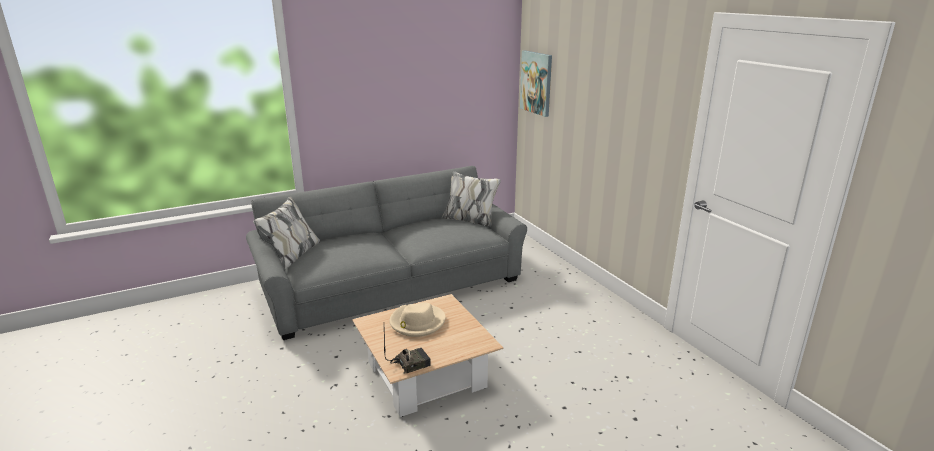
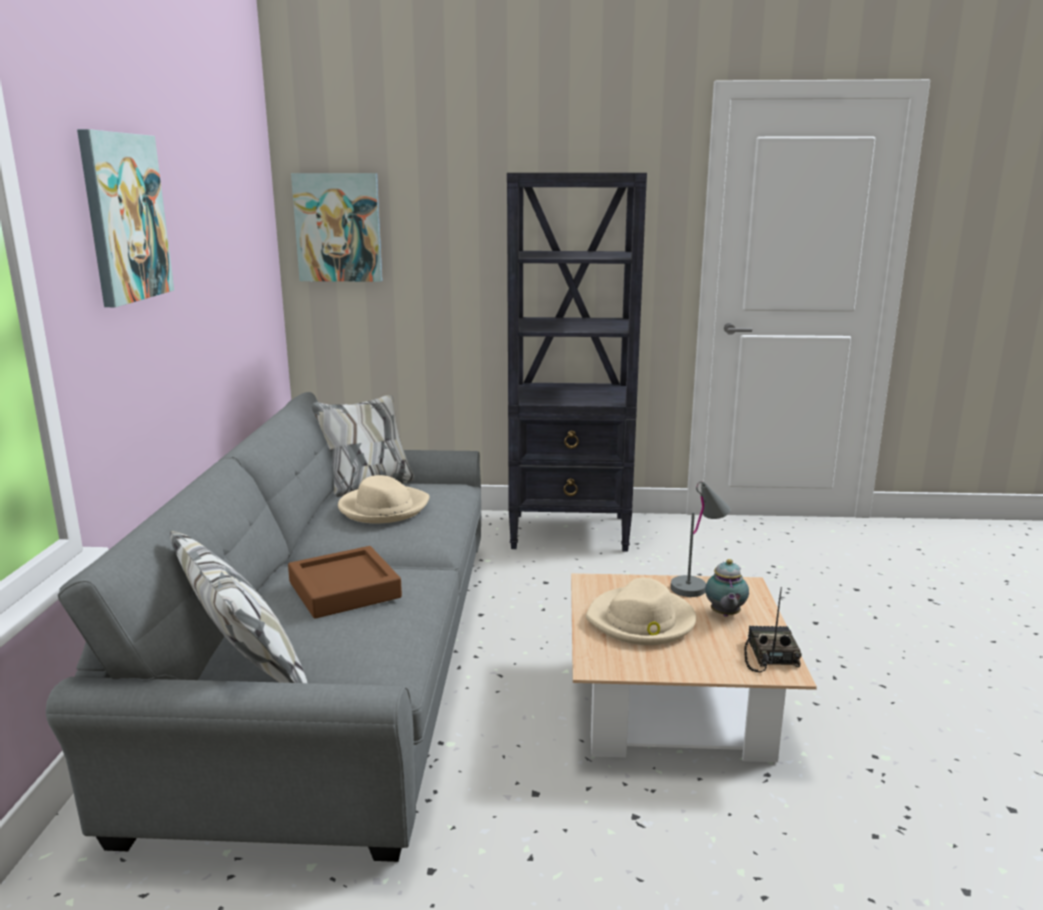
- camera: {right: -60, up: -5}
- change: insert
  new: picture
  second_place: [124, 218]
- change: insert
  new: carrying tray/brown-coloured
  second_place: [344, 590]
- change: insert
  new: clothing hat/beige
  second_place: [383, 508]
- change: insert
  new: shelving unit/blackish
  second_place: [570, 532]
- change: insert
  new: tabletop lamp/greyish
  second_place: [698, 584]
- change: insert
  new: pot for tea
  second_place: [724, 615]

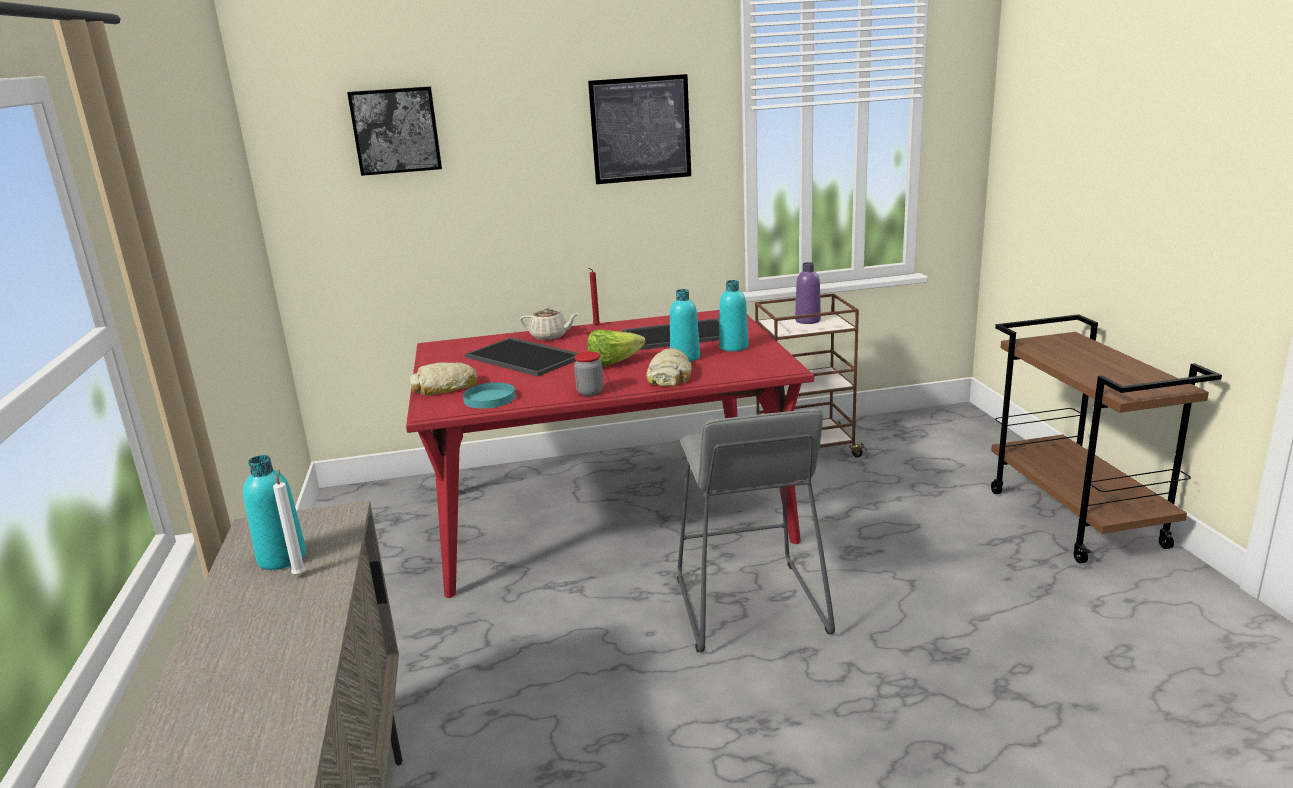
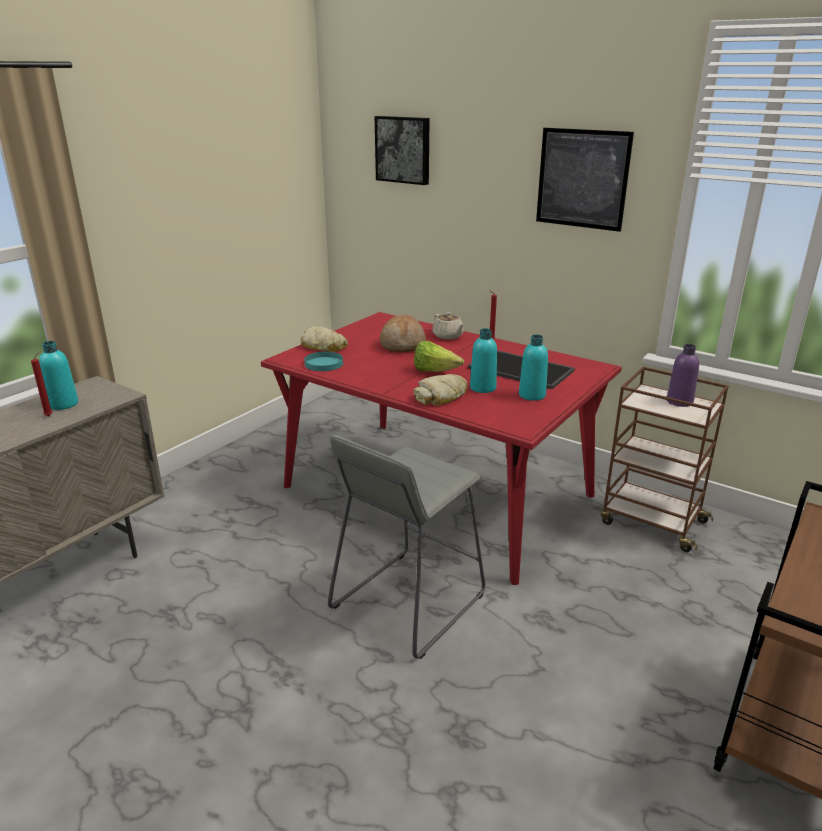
- camera: {right: 45, up: 5}
- change: delete
  old: jar
  first_place: [590, 392]
- change: replace
  old: carrying tray
  new: bakery bread
  first_place: [525, 357]
  second_place: [402, 345]
- change: recolor
  old: candle/white-coloured
  new: candle/reddish
  first_place: [300, 574]
  second_place: [50, 416]

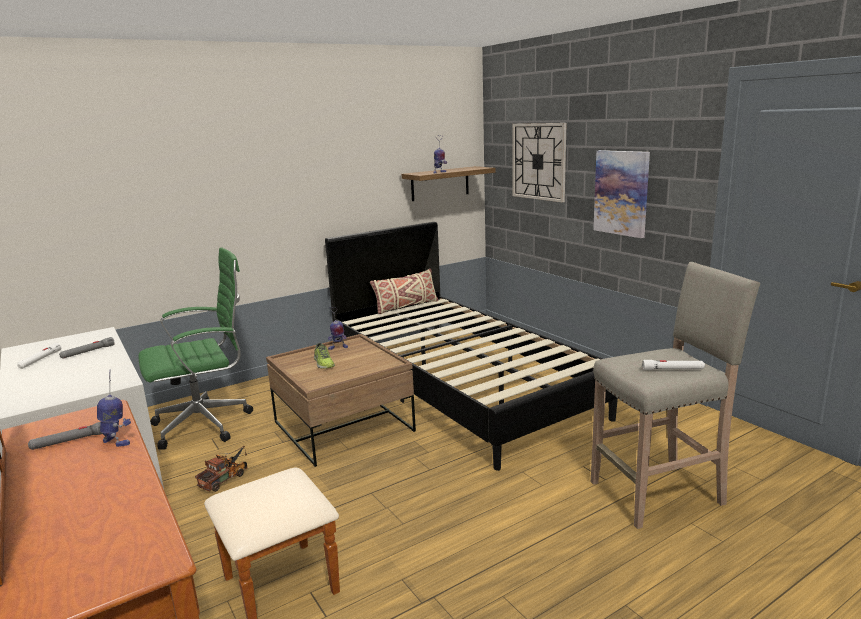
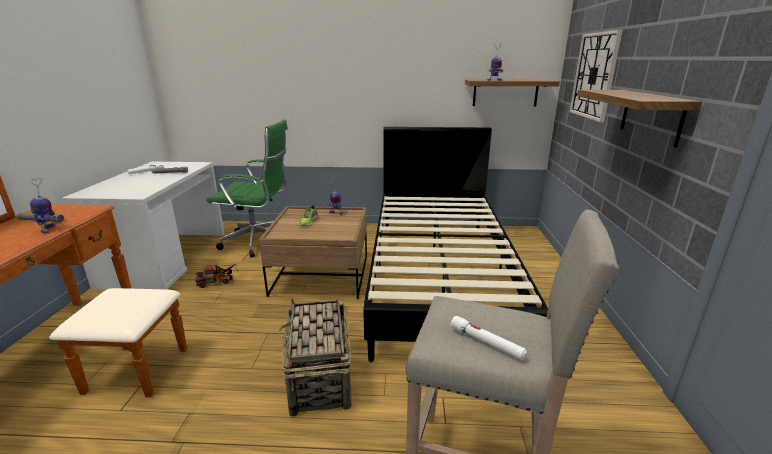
- camera: {right: 35, up: 5}
- change: delete
  old: pillow/beige
  first_place: [406, 306]
- change: insert
  new: basket
  second_place: [319, 378]
- change: replace
  old: picture
  new: shelf
  first_place: [621, 193]
  second_place: [651, 116]

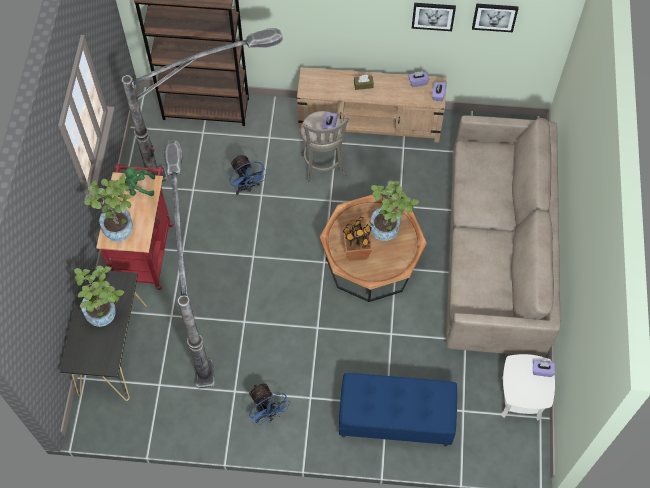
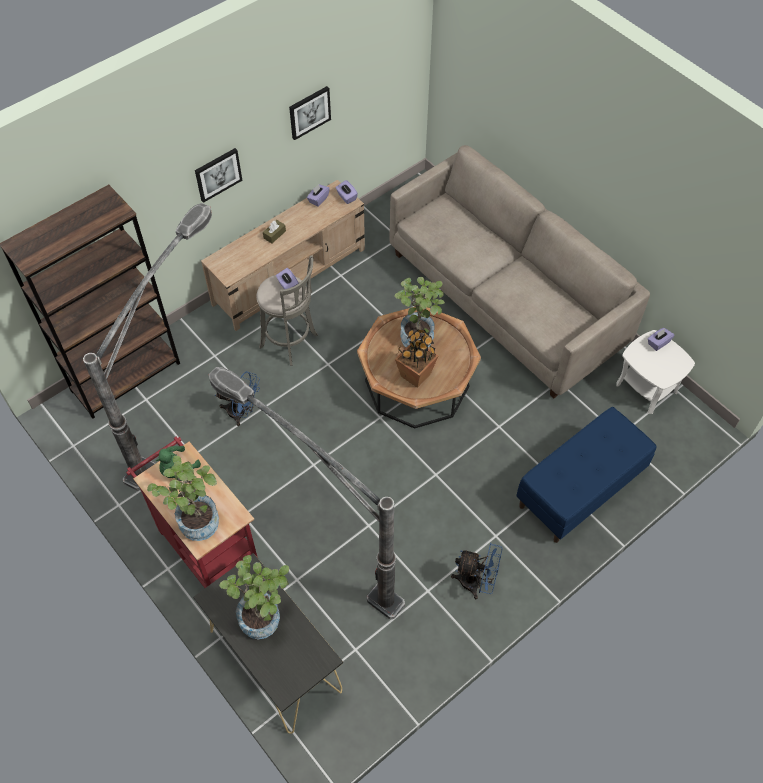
- camera: {right: -45, up: -5}
- change: move
  old: picture
  first_place: [494, 16]
  second_place: [218, 174]

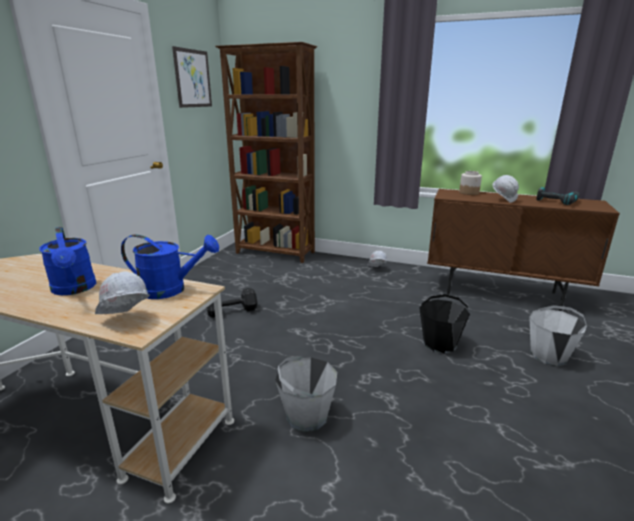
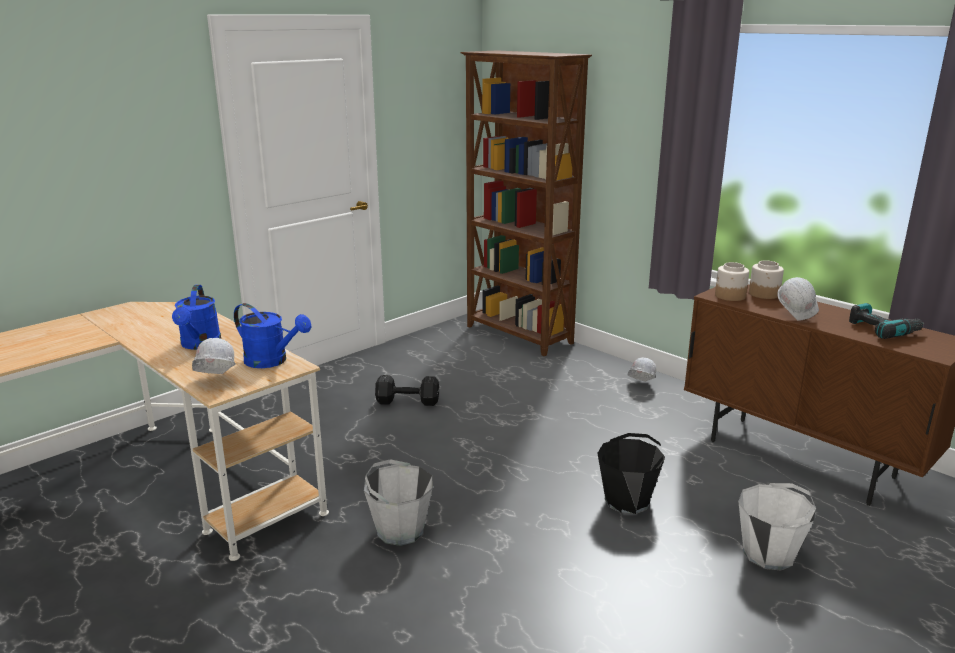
- camera: {right: 25, up: 0}
- change: delete
  old: picture
  first_place: [193, 78]
- change: insert
  new: jar
  second_place: [730, 296]

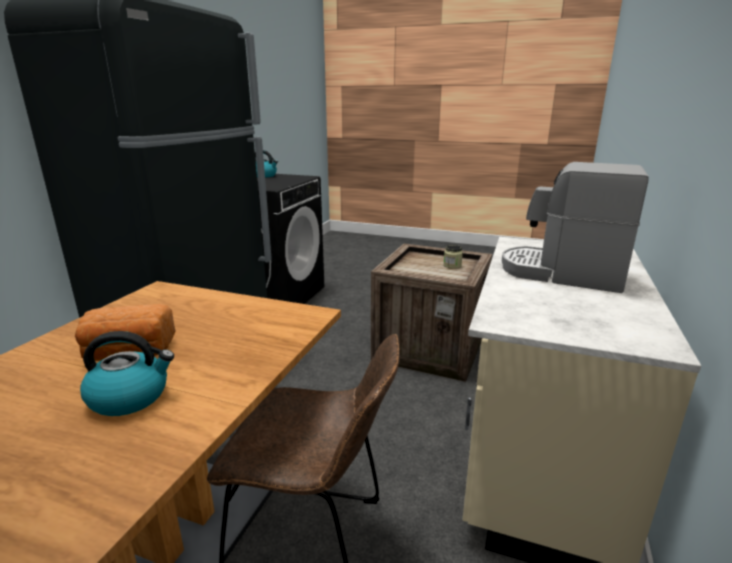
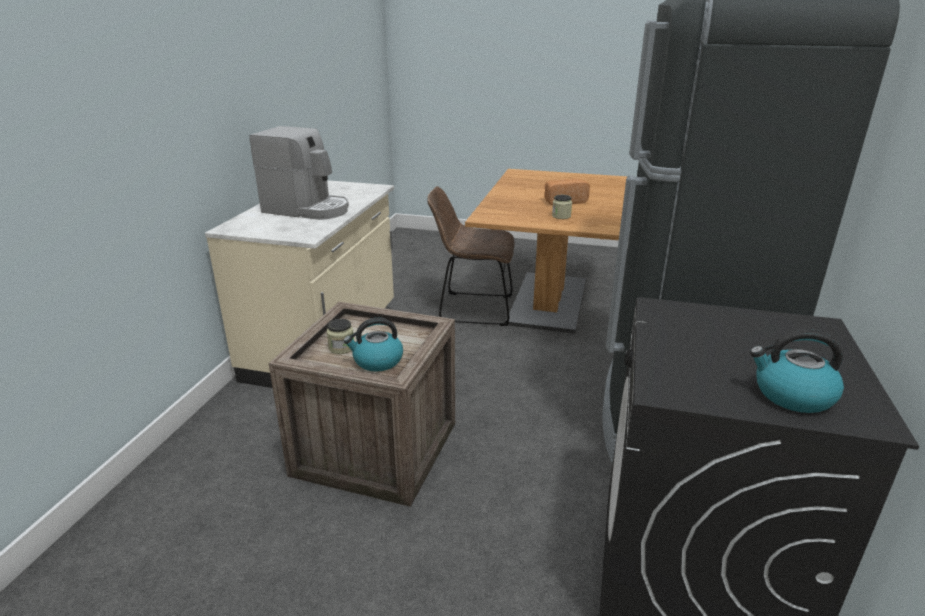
- camera: {right: 175, up: 5}
- change: insert
  new: jar
  second_place: [561, 216]
- change: move
  old: tea kettle
  first_place: [130, 397]
  second_place: [377, 361]

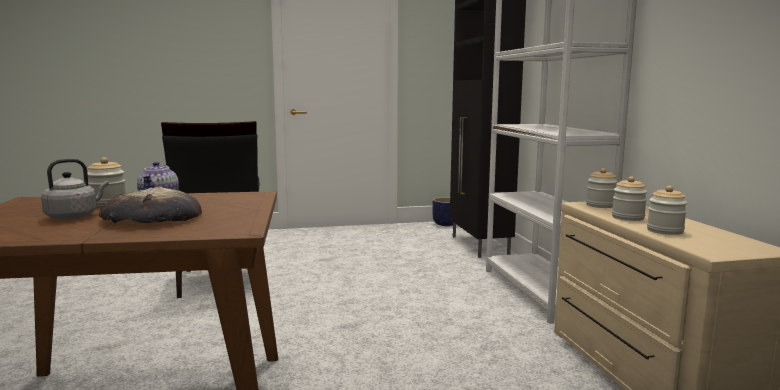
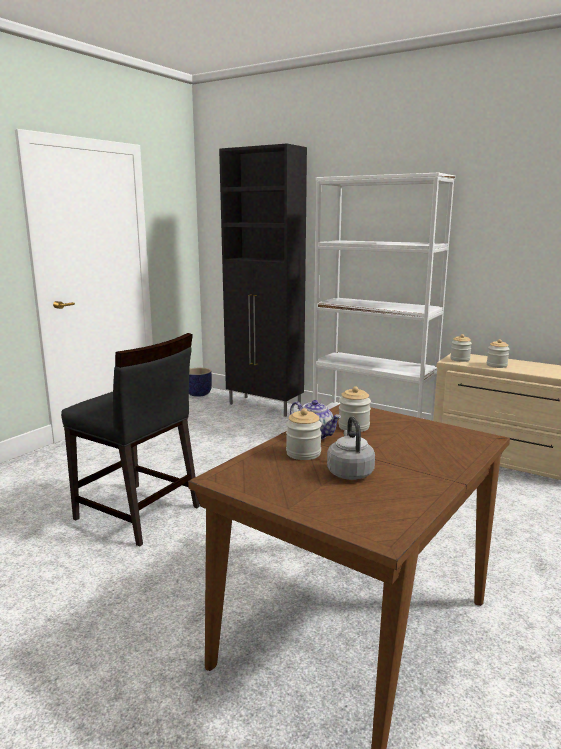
- camera: {right: -45, up: 5}
- change: delete
  old: bakery bread
  first_place: [152, 218]
- change: move
  old: jar
  first_place: [665, 231]
  second_place: [353, 427]

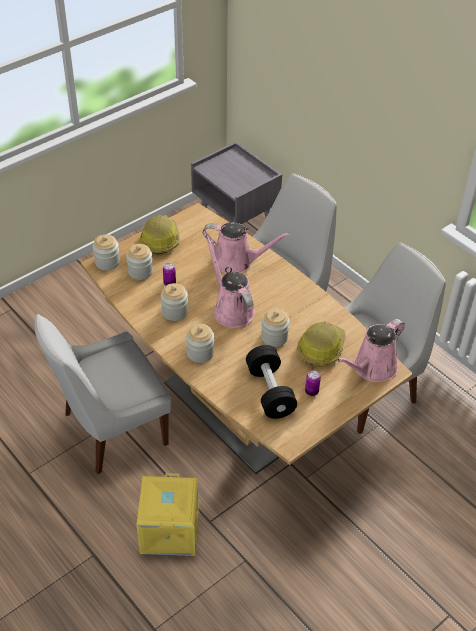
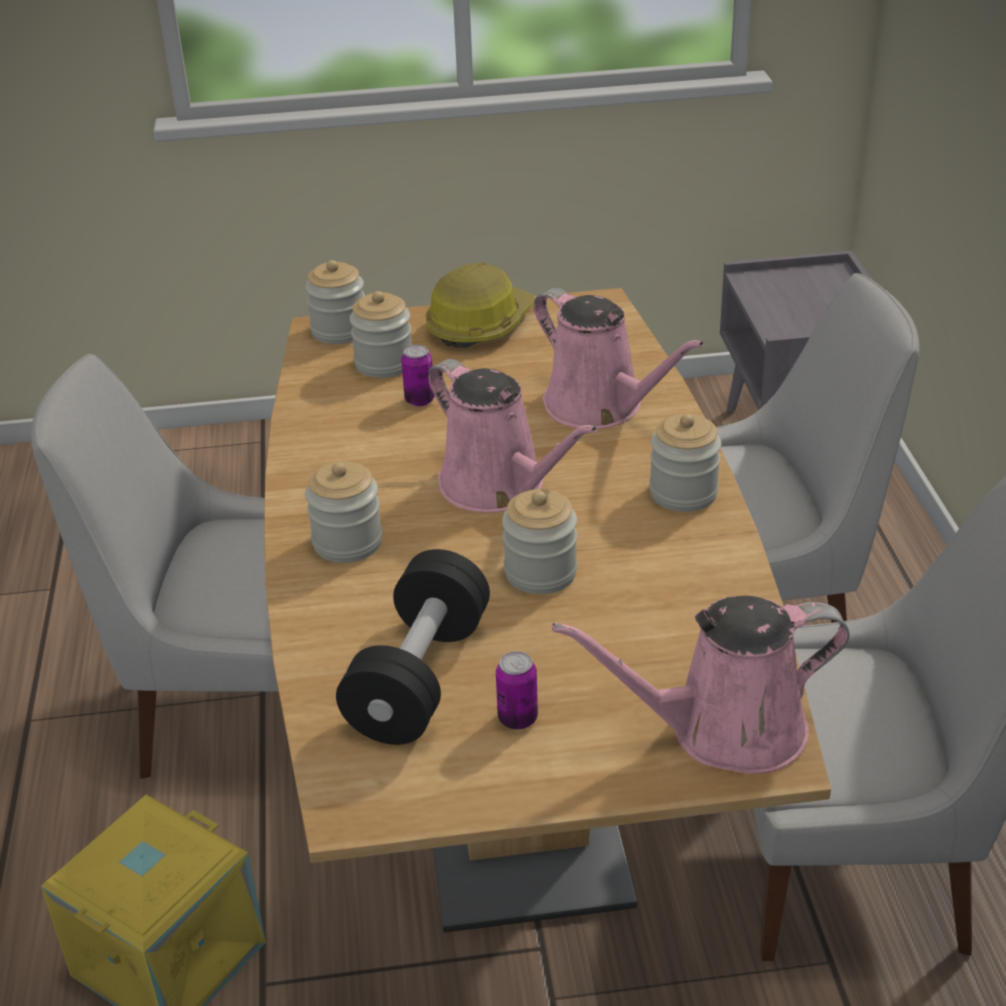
- camera: {right: 35, up: -10}
- change: delete
  old: safety helmet
  first_place: [321, 348]
- change: move
  old: jar
  first_place: [175, 312]
  second_place: [683, 493]
- change: rotate
  old: sprinkling can/pinkish
  first_place: [231, 309]
  second_place: [499, 486]
  degrees: 135

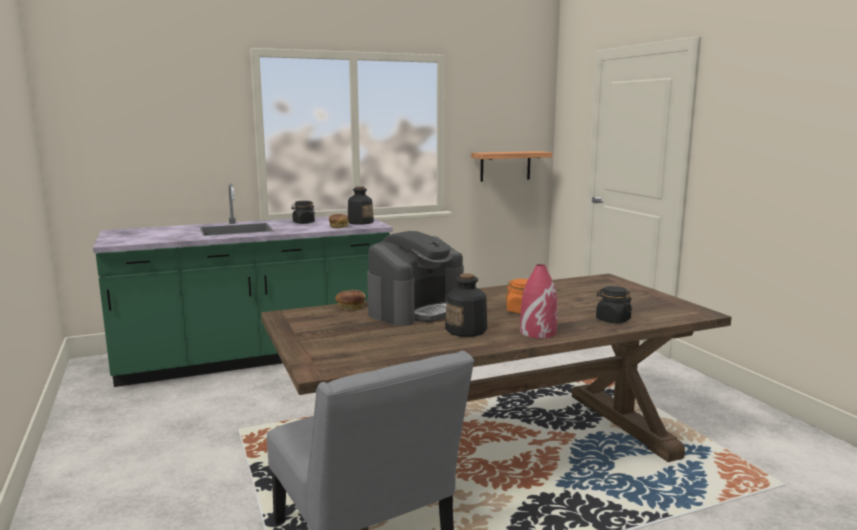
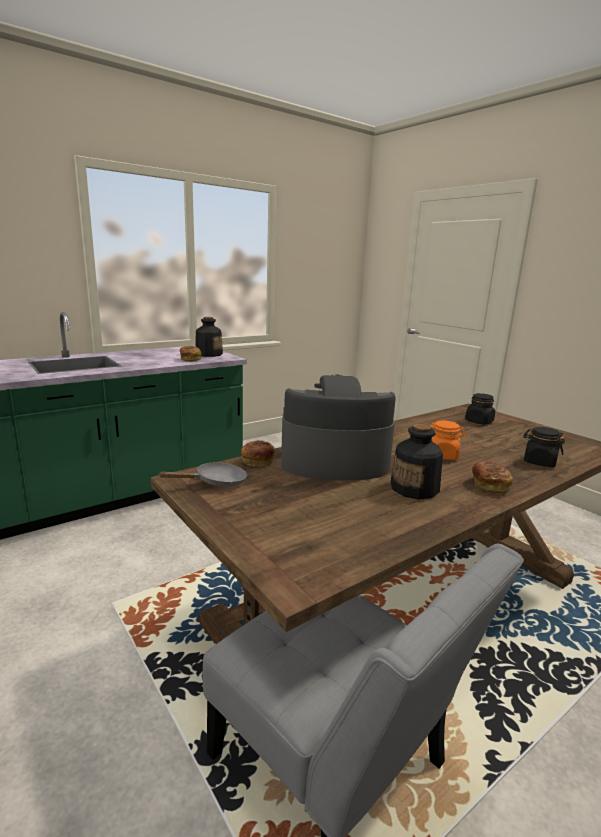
- camera: {right: -15, up: 5}
- change: delete
  old: shelf
  first_place: [505, 166]
- change: insert
  new: frying pan/greyish
  second_place: [216, 482]
- change: move
  old: jar/blackish
  first_place: [303, 222]
  second_place: [479, 421]
- change: replace
  old: vase/reddish
  new: bakery bread
  first_place: [537, 332]
  second_place: [489, 485]
- change: rotate
  old: coffee maker
  first_place: [416, 310]
  second_place: [333, 461]
  degrees: -120

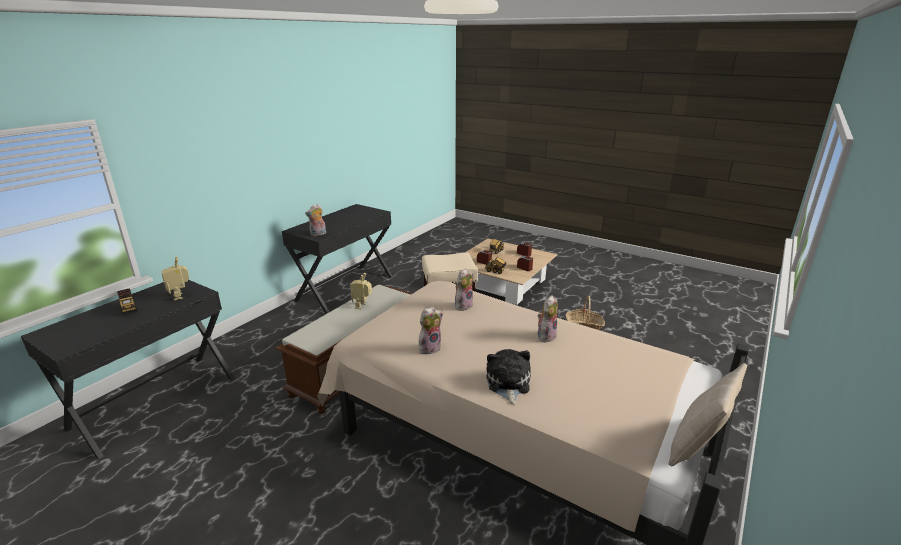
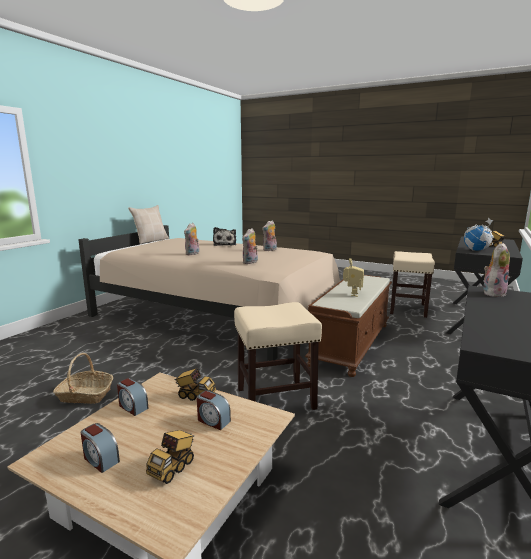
- camera: {right: 175, up: -10}
- change: insert
  new: stool seat/beige
  second_place: [407, 309]
- change: replace
  old: model robot
  new: globe
  first_place: [181, 296]
  second_place: [476, 250]

